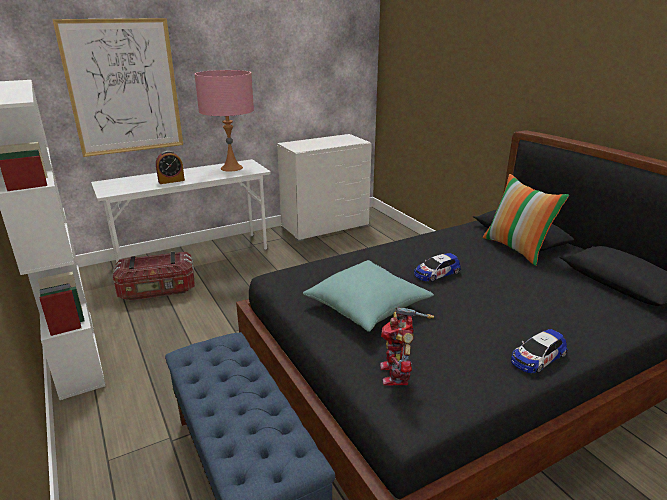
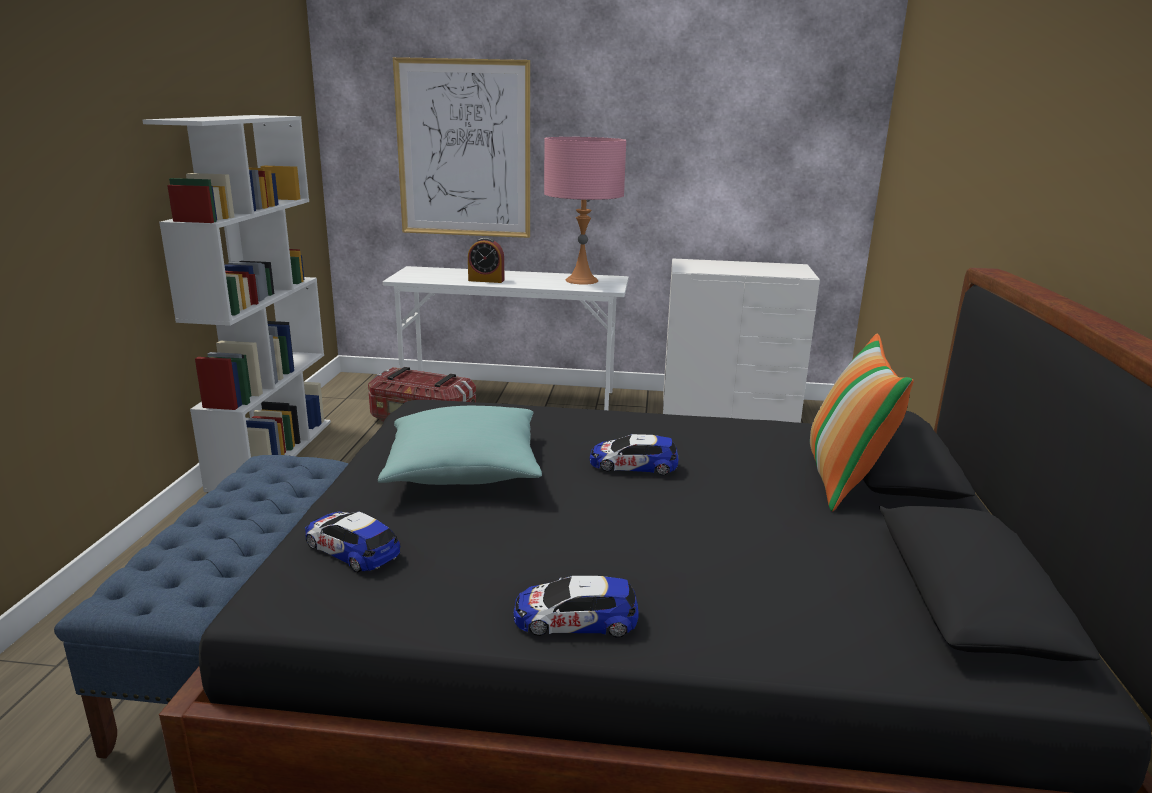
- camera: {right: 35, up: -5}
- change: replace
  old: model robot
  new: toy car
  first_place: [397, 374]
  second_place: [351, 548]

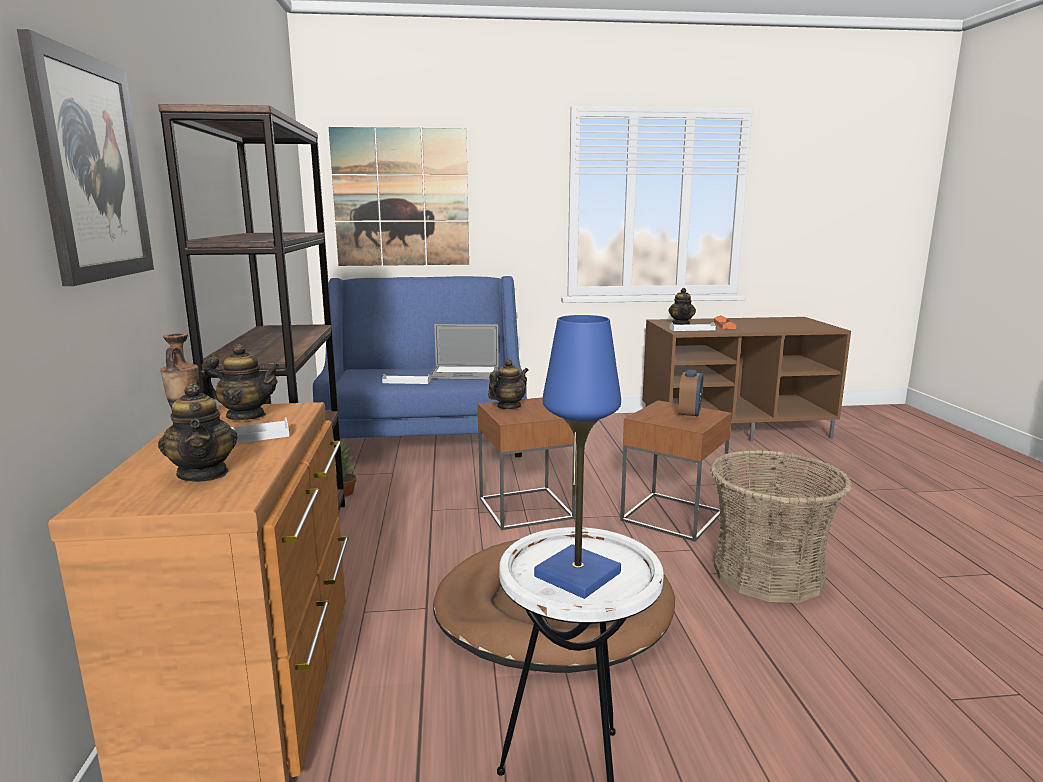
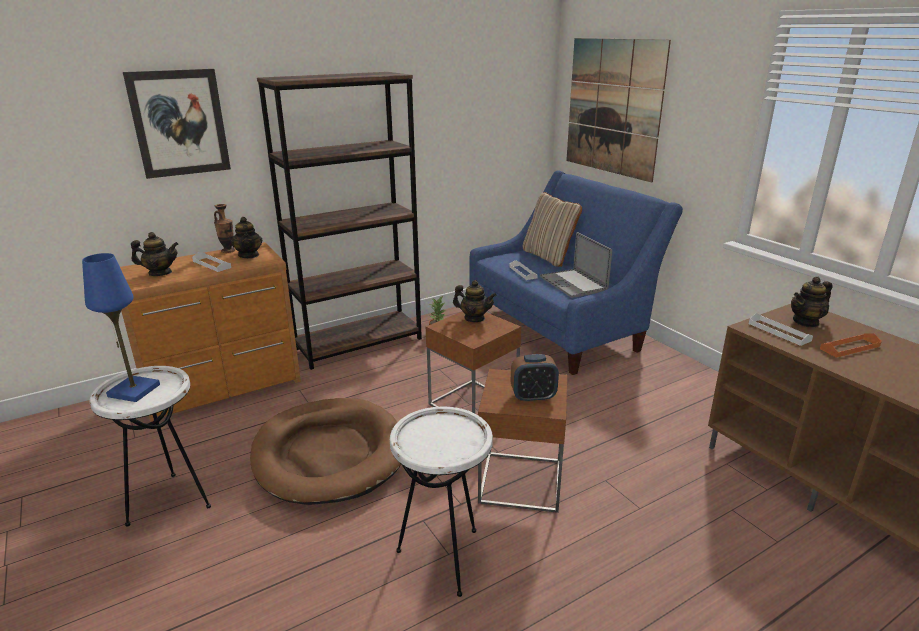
- camera: {right: 65, up: 10}
- change: insert
  new: pillow/beige
  second_place: [549, 257]
- change: replace
  old: basket
  new: end table/white-coloured
  first_place: [768, 573]
  second_place: [444, 558]
- change: rotate
  old: pot for tea
  first_place: [204, 474]
  second_place: [160, 273]
  degrees: -135

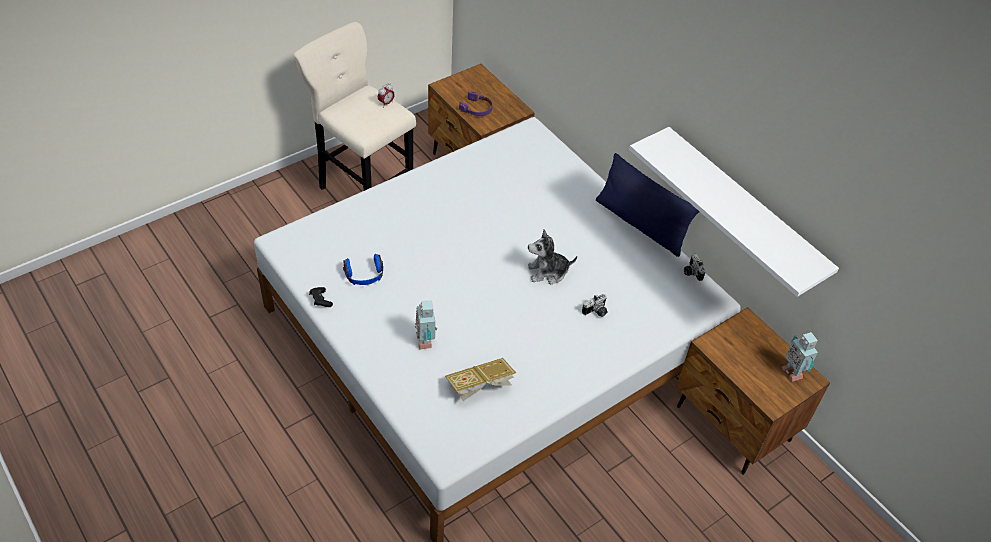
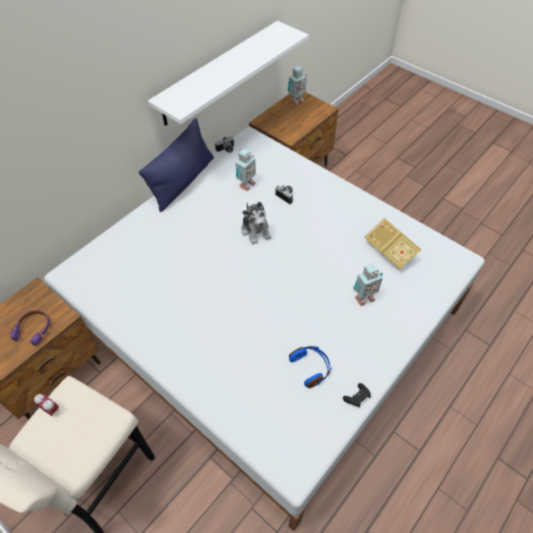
- camera: {right: -100, up: 5}
- change: insert
  new: model robot
  second_place: [246, 185]

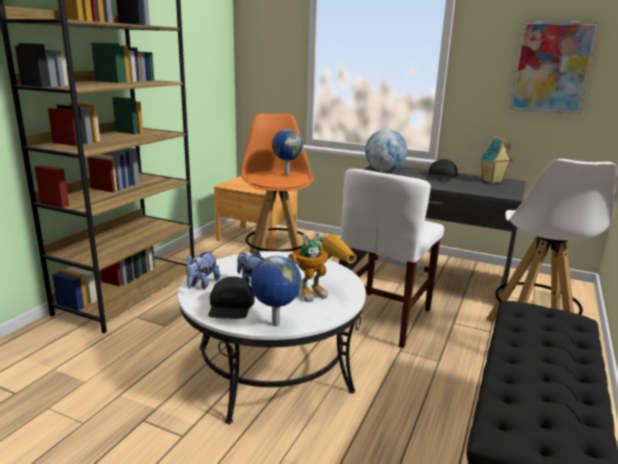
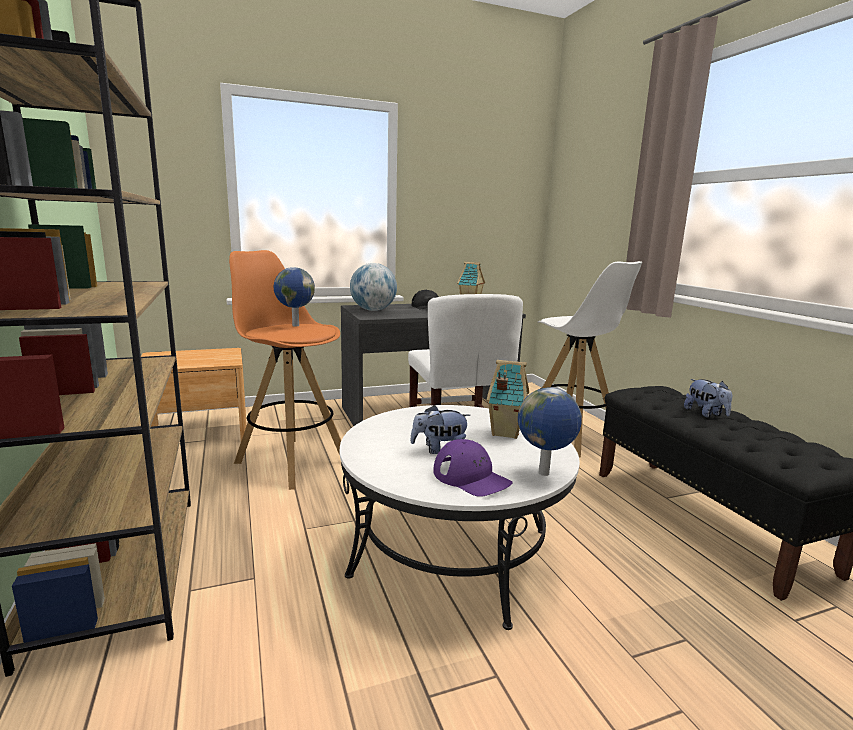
- camera: {right: -45, up: -5}
- change: delete
  old: picture
  first_place: [551, 67]
- change: move
  old: plush toy
  first_place: [202, 284]
  second_place: [706, 414]
- change: replace
  old: model robot
  new: toy house
  first_place: [320, 291]
  second_place: [504, 432]
- change: recolor
  old: baseball cap/blackish
  new: baseball cap/purple-coloured
  first_place: [231, 306]
  second_place: [471, 477]

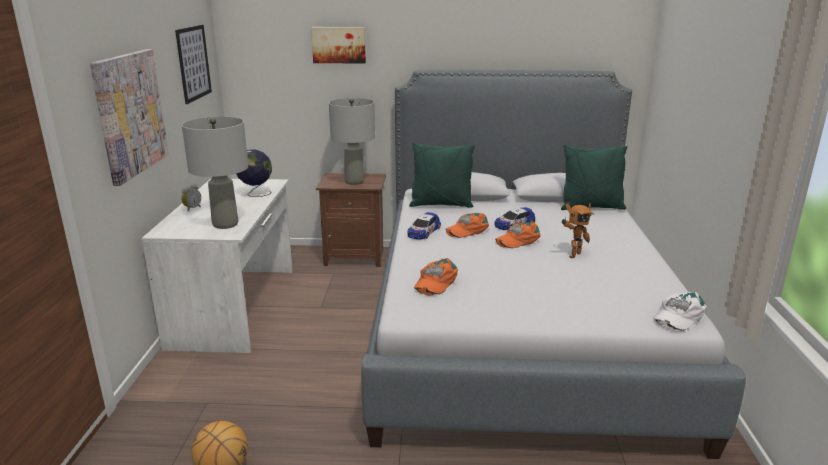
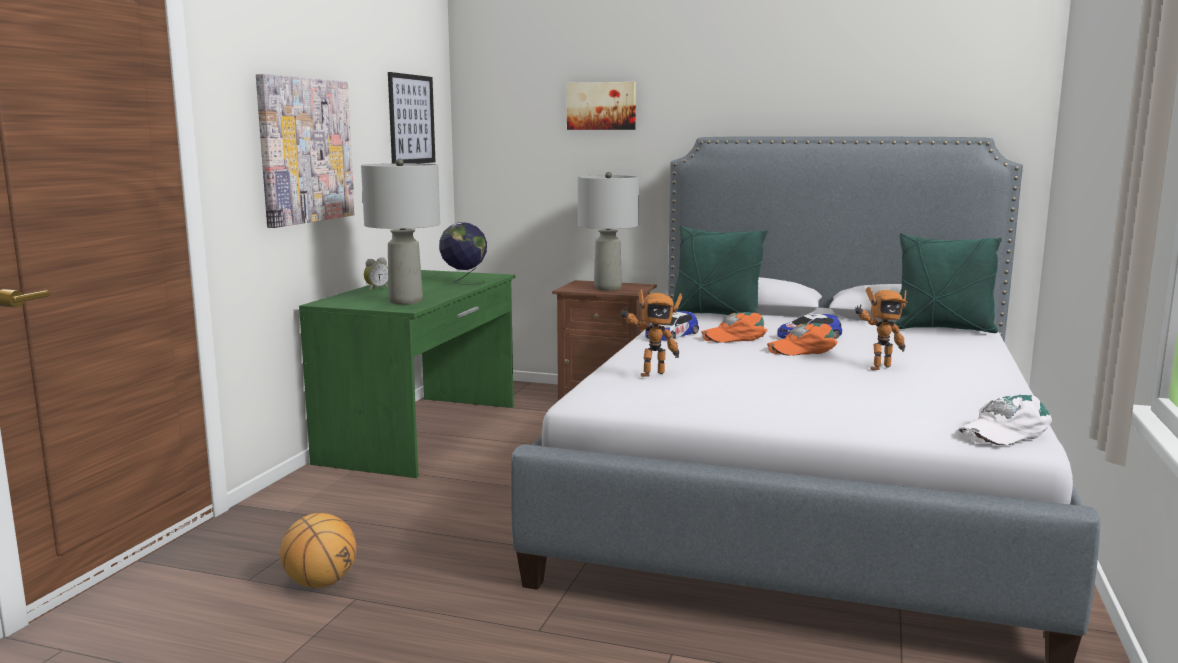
- camera: {right: 15, up: -10}
- change: replace
  old: baseball cap/orange
  new: model robot
  first_place: [435, 282]
  second_place: [650, 374]
- change: recolor
  old: desk/white-coloured
  new: desk/green-coloured
  first_place: [236, 306]
  second_place: [423, 433]

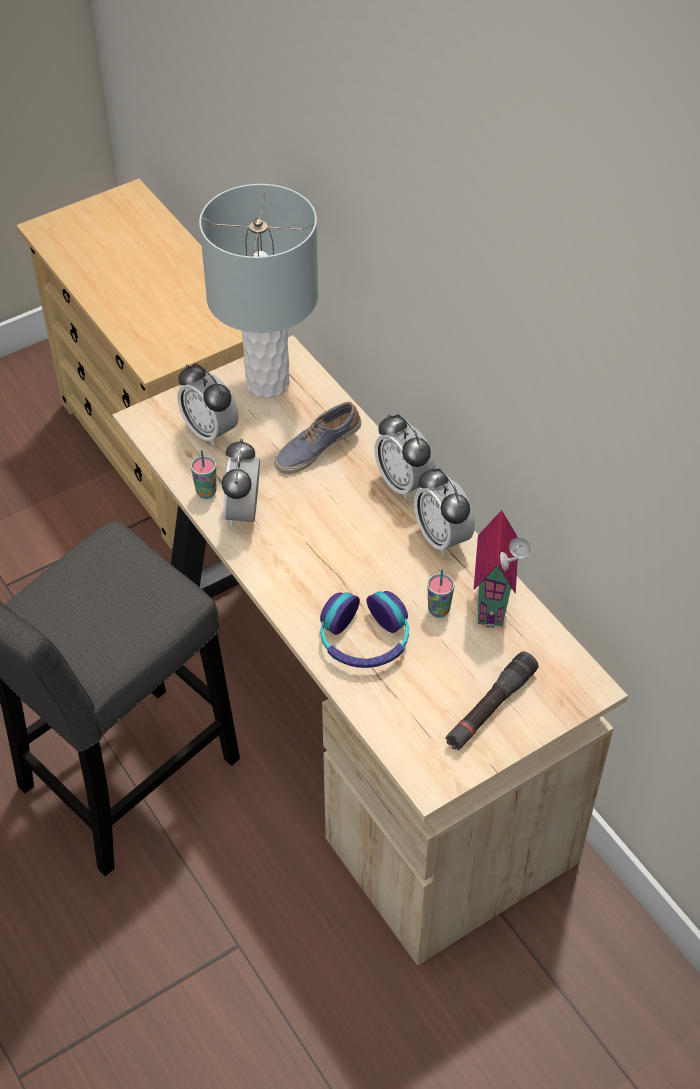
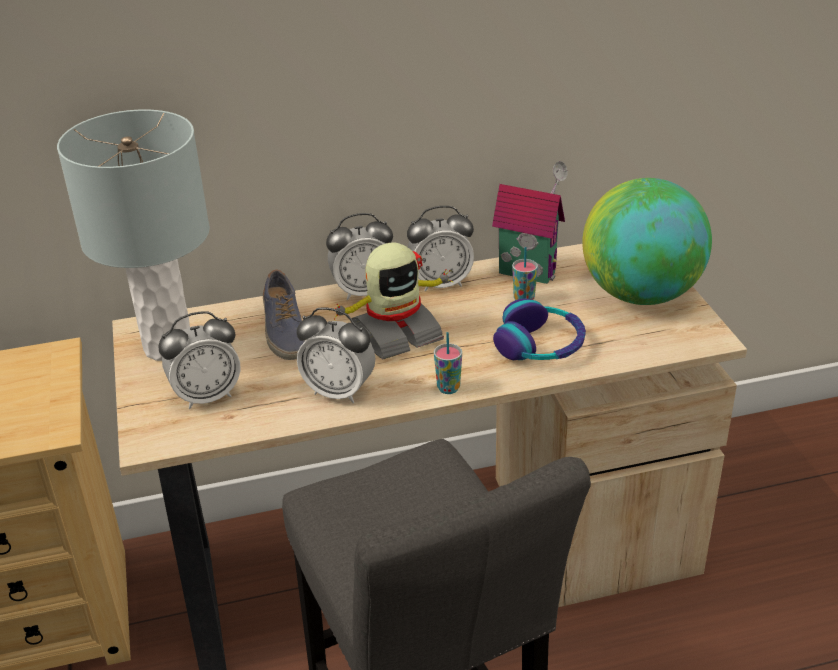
- camera: {right: -70, up: -15}
- change: insert
  new: model robot
  second_place: [395, 333]
- change: move
  old: small cup
  first_place: [206, 492]
  second_place: [448, 388]
- change: replace
  old: flashlight/blackish
  new: globe
  first_place: [490, 708]
  second_place: [640, 294]

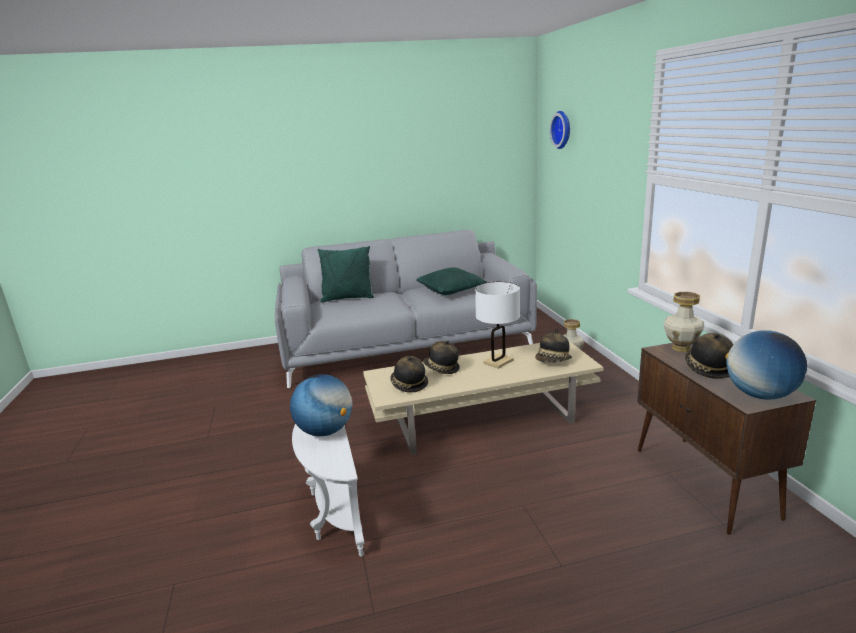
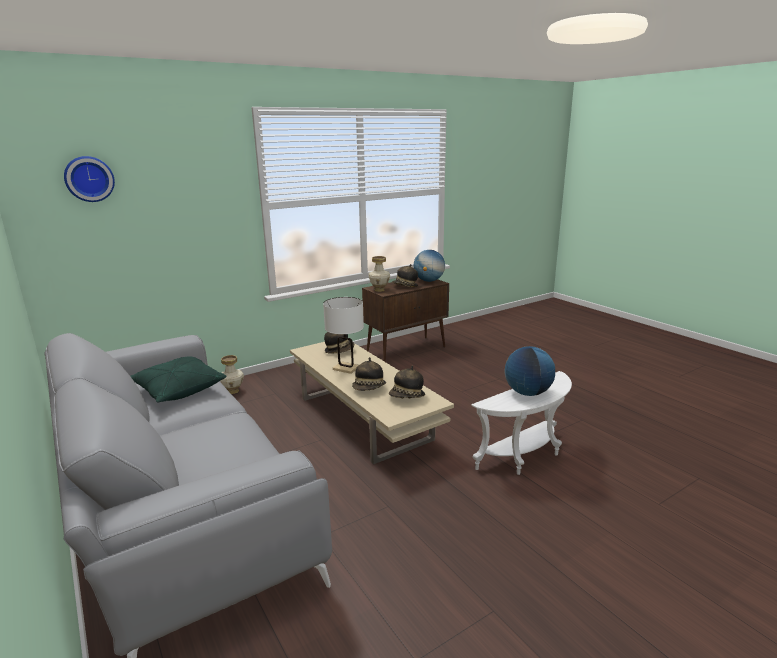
- camera: {right: -110, up: 0}
- change: delete
  old: pillow/green-coloured
  first_place: [347, 298]

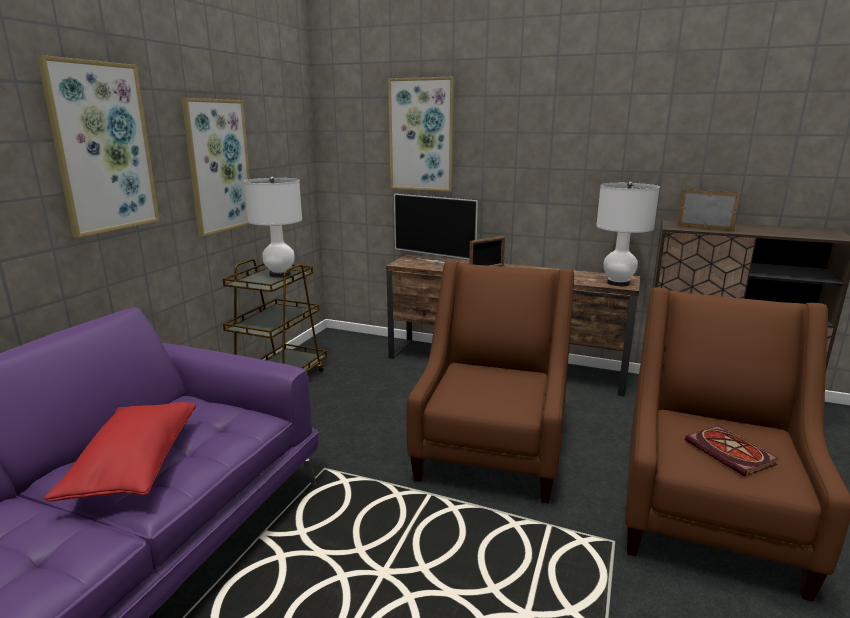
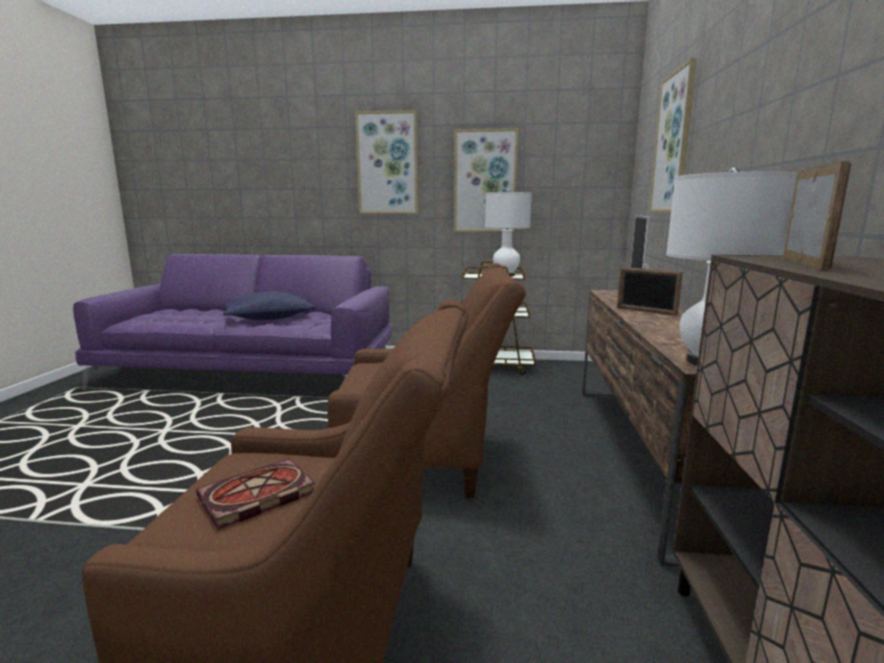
- camera: {right: 75, up: -5}
- change: recolor
  old: pillow/reddish
  new: pillow/blue-coloured
  first_place: [135, 466]
  second_place: [270, 318]

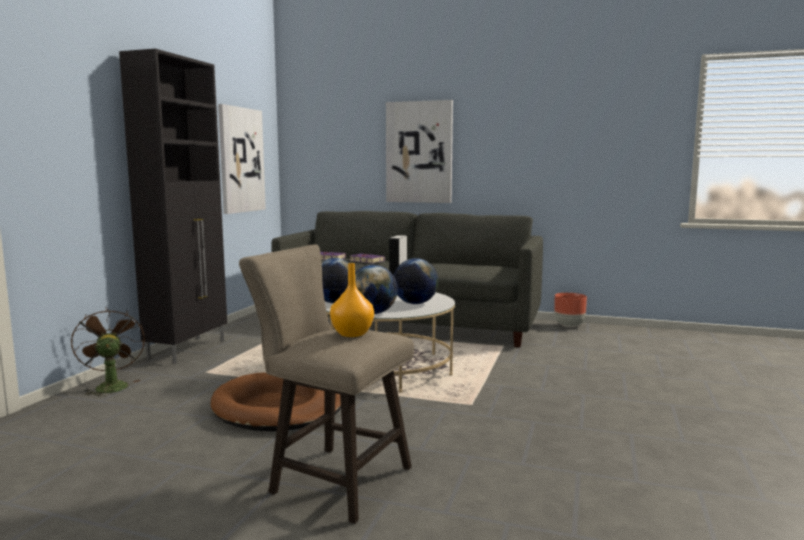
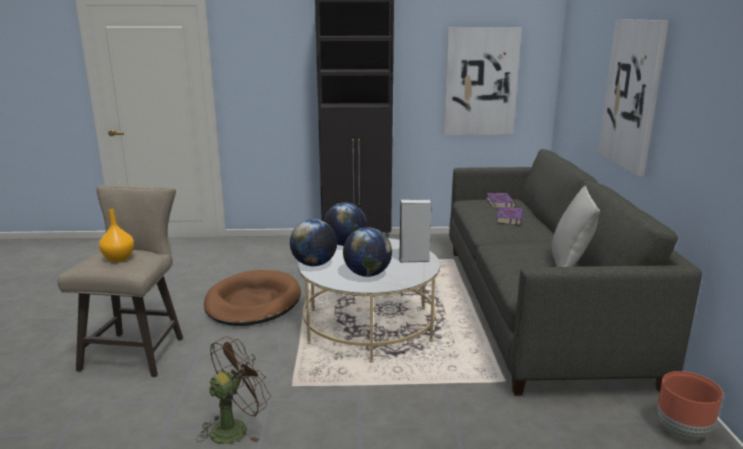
- camera: {right: 70, up: 10}
- change: insert
  new: pillow/greyish
  second_place: [569, 266]
- change: move
  old: cooling fan/brown-coloured
  first_place: [110, 386]
  second_place: [235, 427]

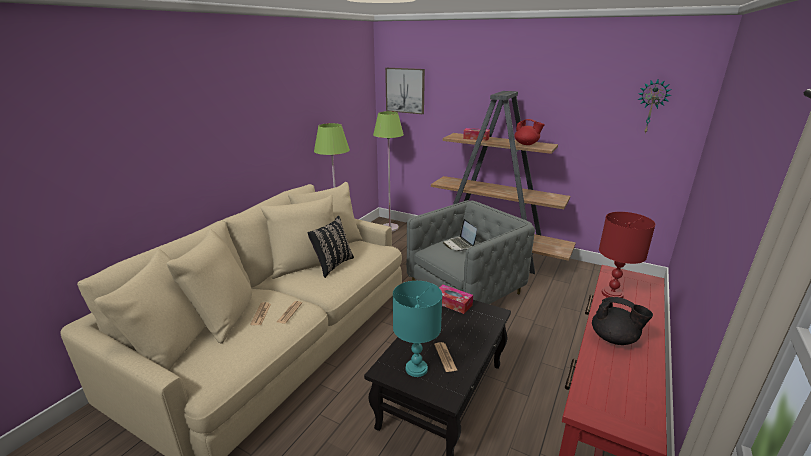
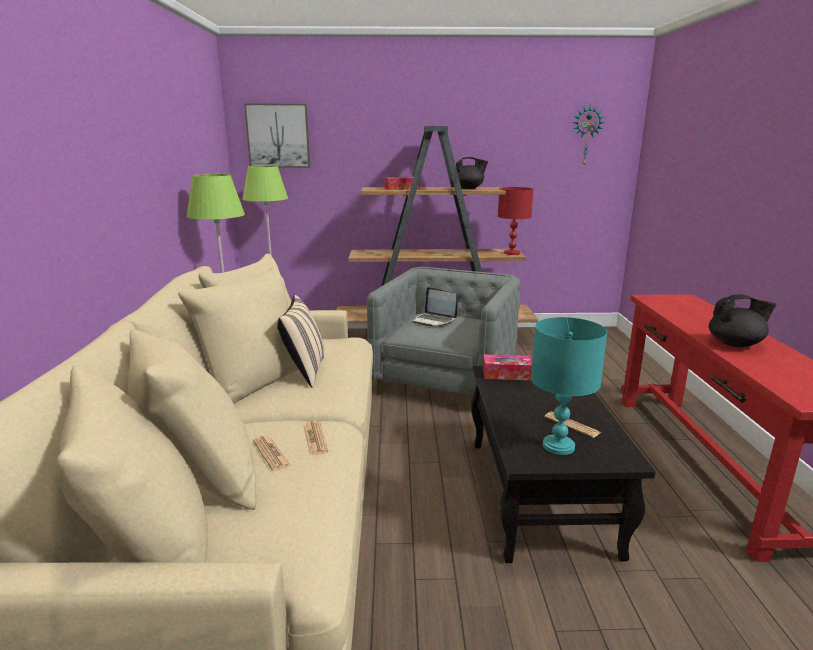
- camera: {right: -30, up: -5}
- change: move
  old: tabletop lamp/reddish
  first_place: [612, 294]
  second_place: [512, 253]
- change: recolor
  old: pillow/blackish
  new: pillow/beige
  first_place: [332, 265]
  second_place: [304, 372]
- change: recolor
  old: pot for tea/reddish
  new: pot for tea/blackish
  first_place: [526, 144]
  second_place: [468, 188]

